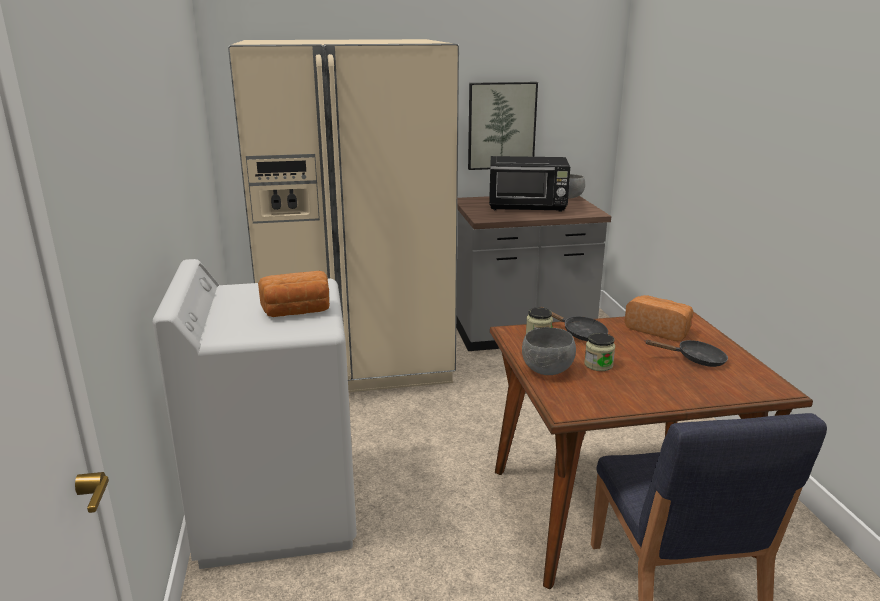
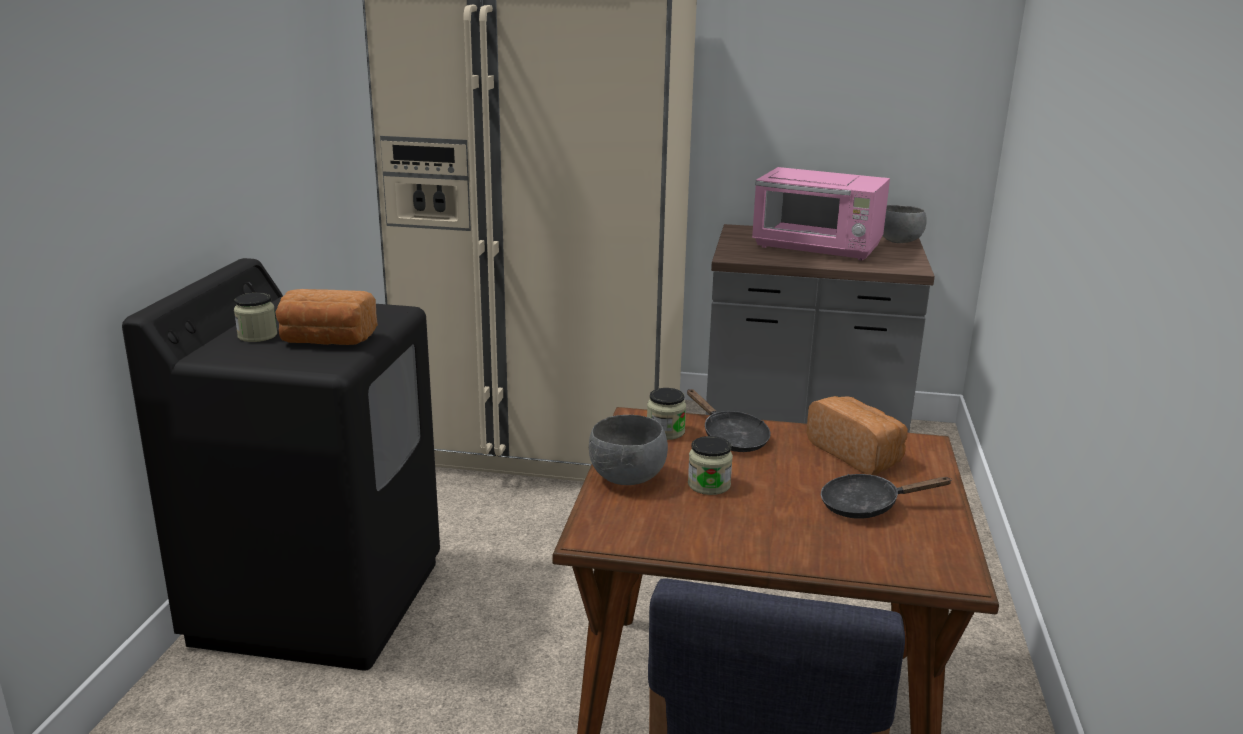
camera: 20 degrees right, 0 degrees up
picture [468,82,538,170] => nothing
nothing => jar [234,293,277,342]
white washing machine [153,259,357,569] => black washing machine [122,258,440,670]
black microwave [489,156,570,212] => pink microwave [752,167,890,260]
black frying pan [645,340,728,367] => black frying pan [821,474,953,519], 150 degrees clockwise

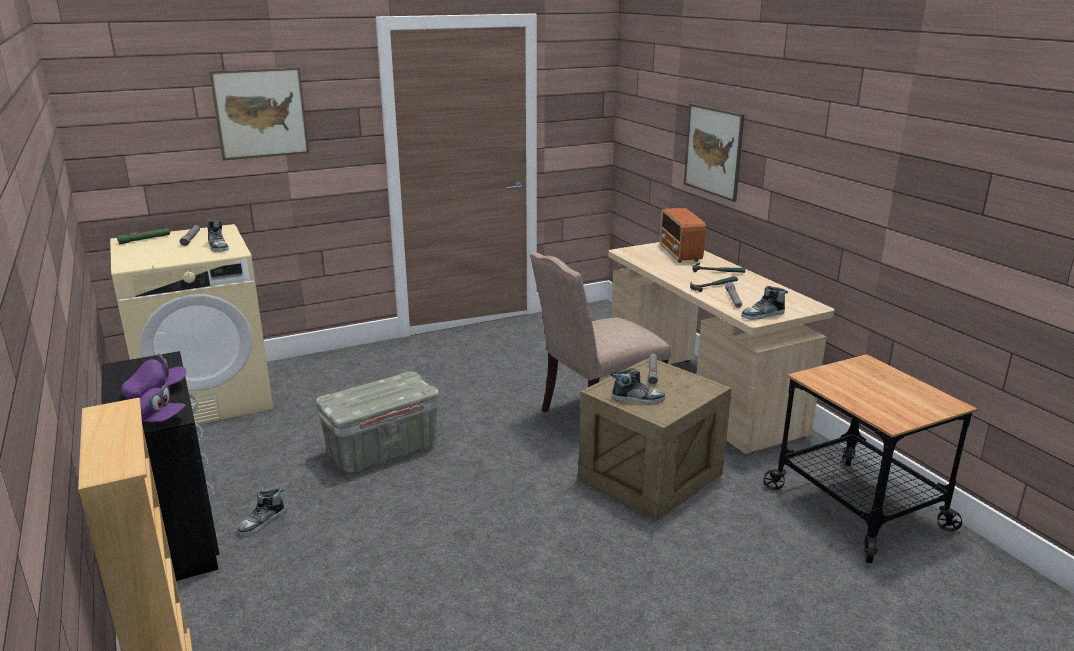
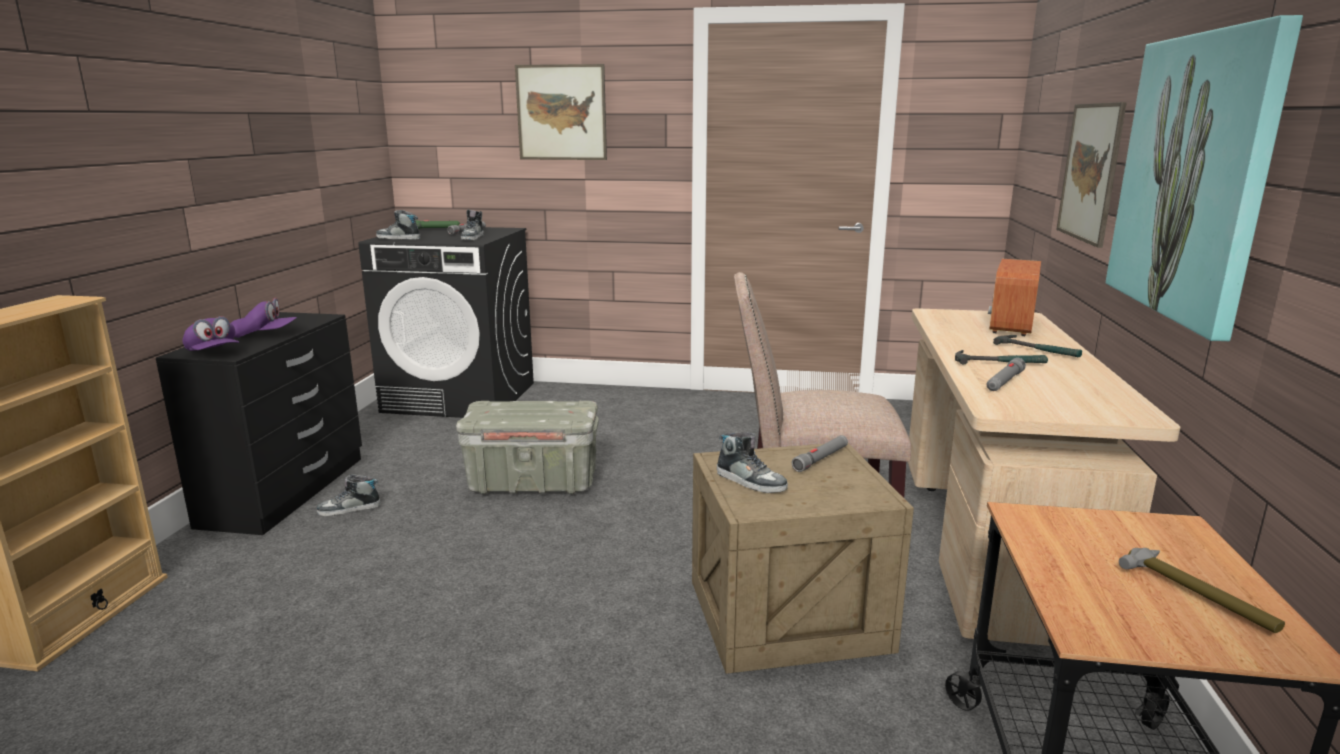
camera: 35 degrees right, 5 degrees down
nothing => picture [1106,15,1303,341]
nothing => hammer [1119,548,1285,633]
shoe [741,286,788,320] => shoe [376,210,420,240], moved
beige washing machine [110,224,273,425] => black washing machine [358,227,534,418]

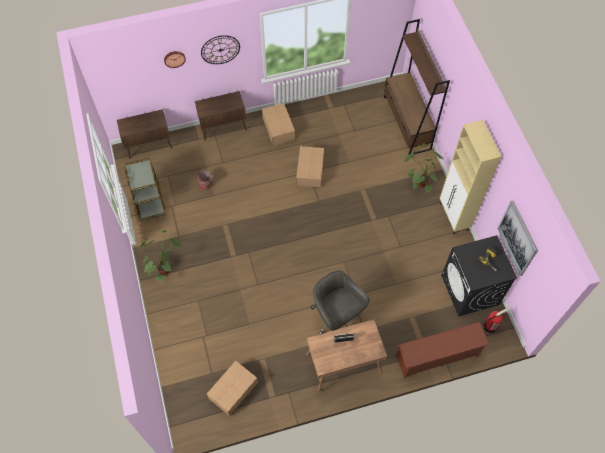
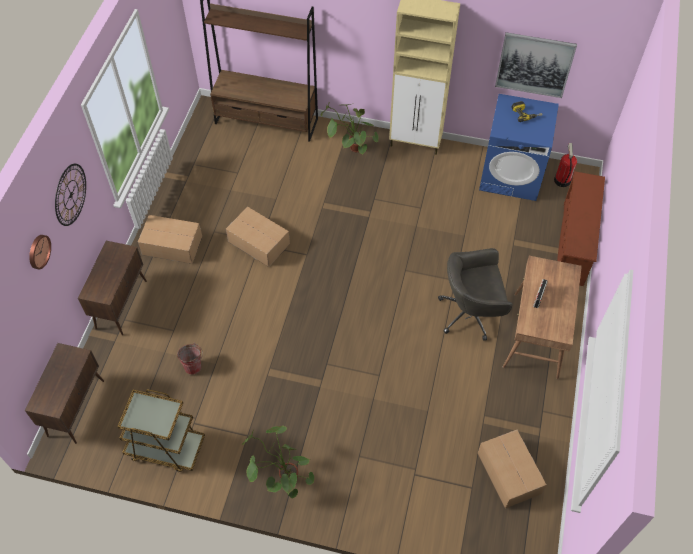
camera: 60 degrees left, 5 degrees down
black washing machine [441,235,517,316] => blue washing machine [479,94,559,201]

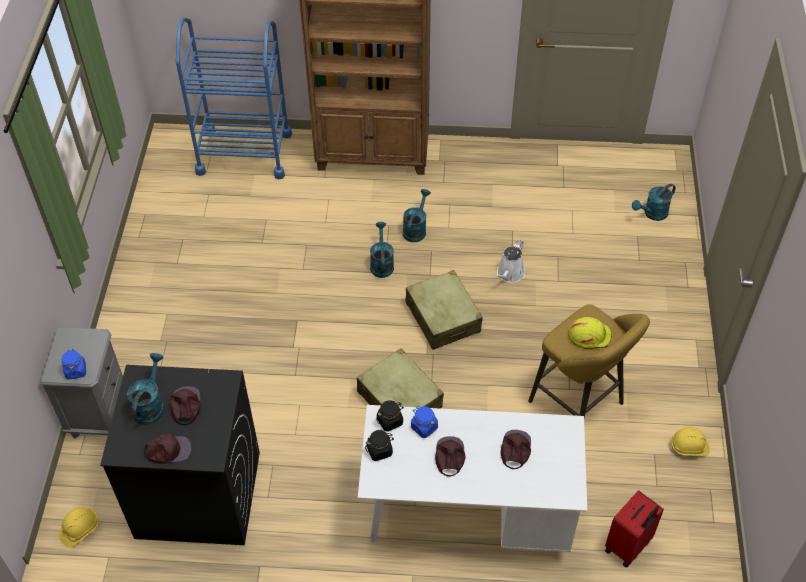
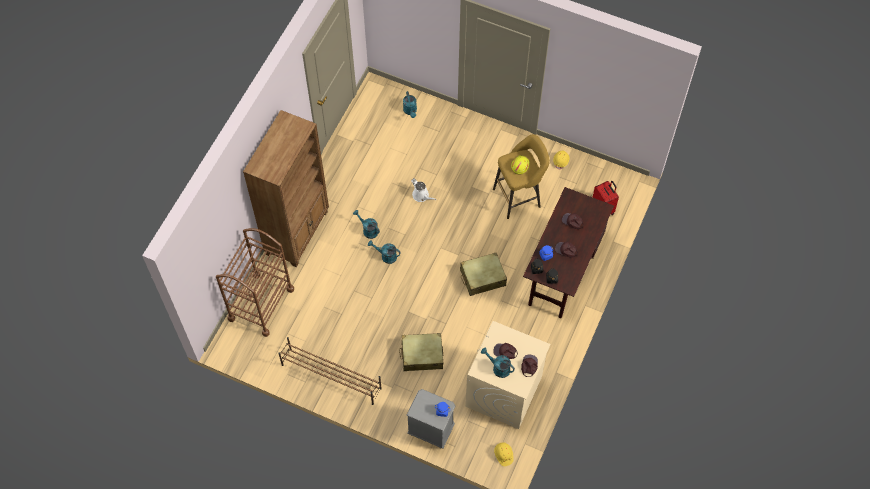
camera: 70 degrees left, 10 degrees up
nothing => brown shoe rack [278,337,382,405]
beige suitcase [406,270,483,350] => beige suitcase [399,333,443,371], moved
black washing machine [100,365,260,545] => beige washing machine [465,321,551,429]
blue cart [176,17,292,179] => brown cart [216,228,294,337]
white desk [358,405,587,552] => brown desk [523,187,614,318]

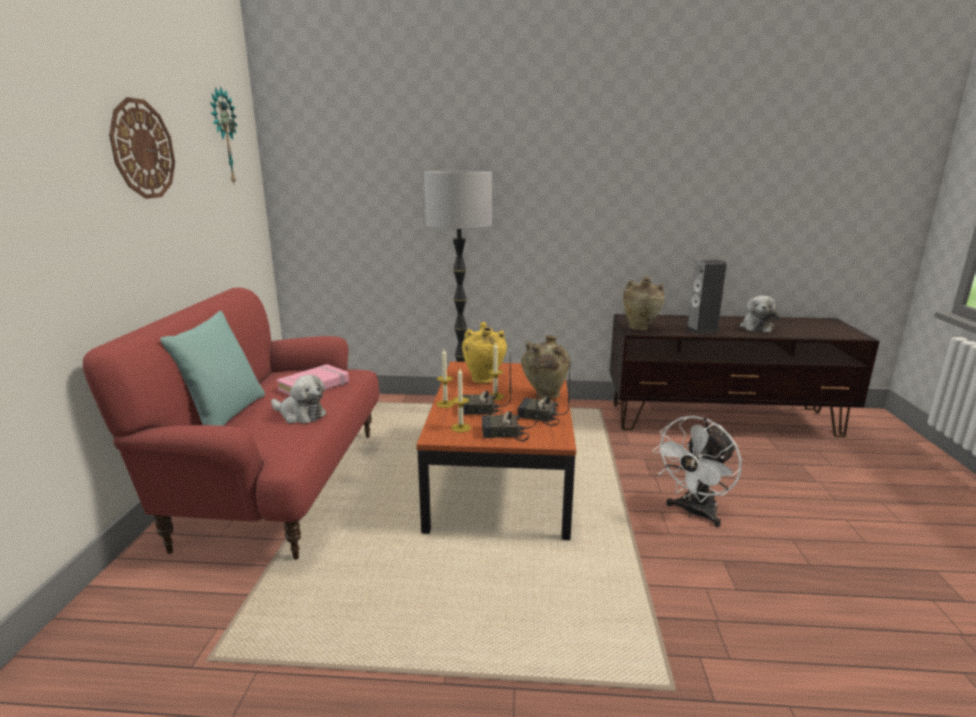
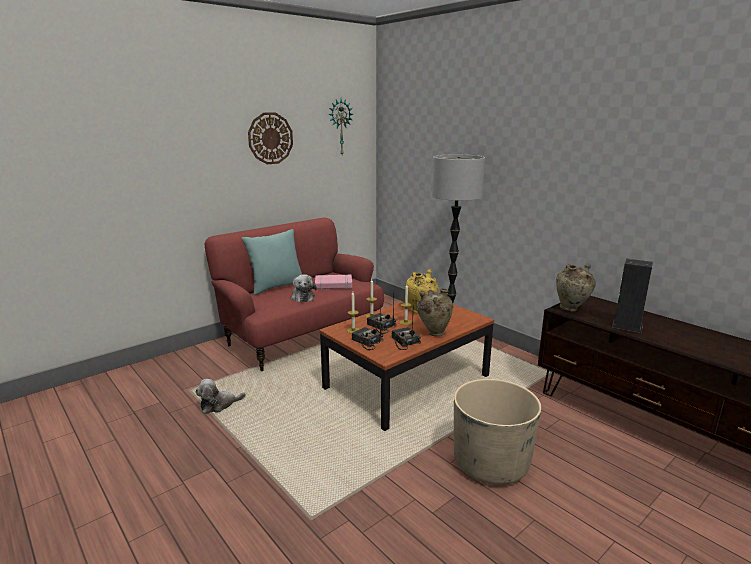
camera: 45 degrees right, 0 degrees up
plush toy [740,295,780,332] => plush toy [195,379,245,414], moved
white fan [652,416,742,527] => beige planter [454,379,541,485]

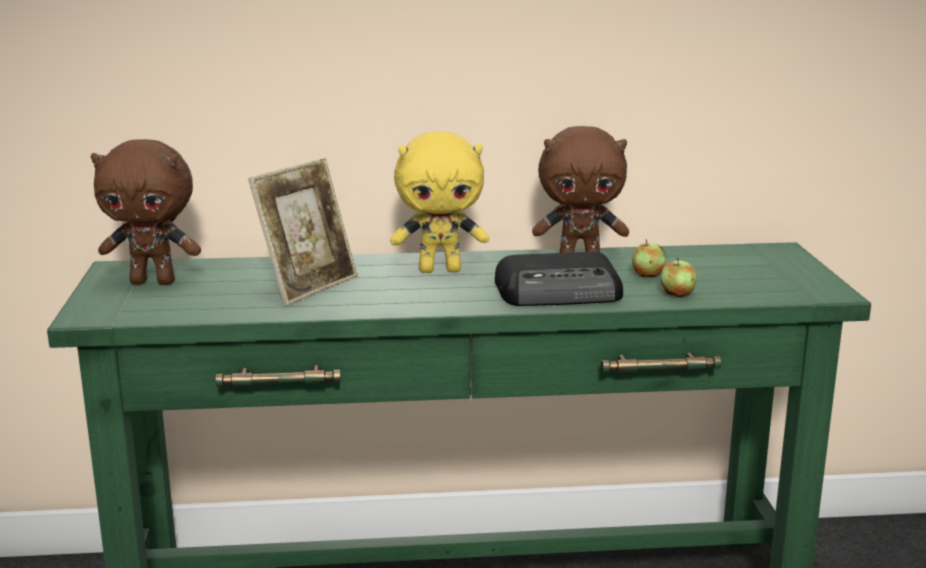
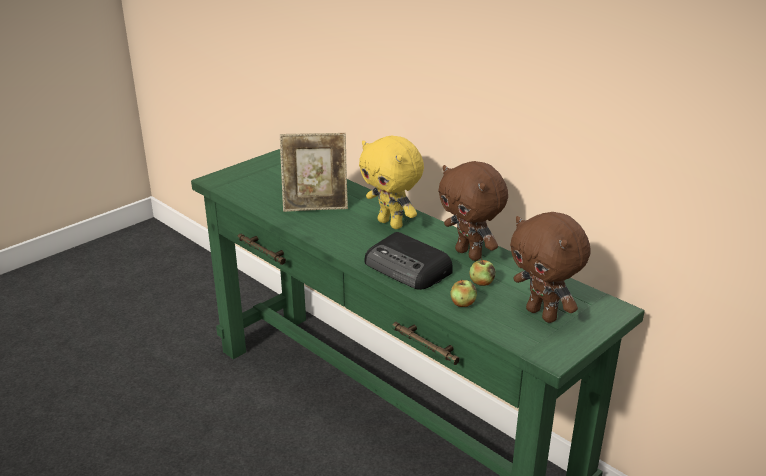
camera: 50 degrees right, 10 degrees up
brown plush toy [91,139,201,285] => brown plush toy [510,212,591,323], moved

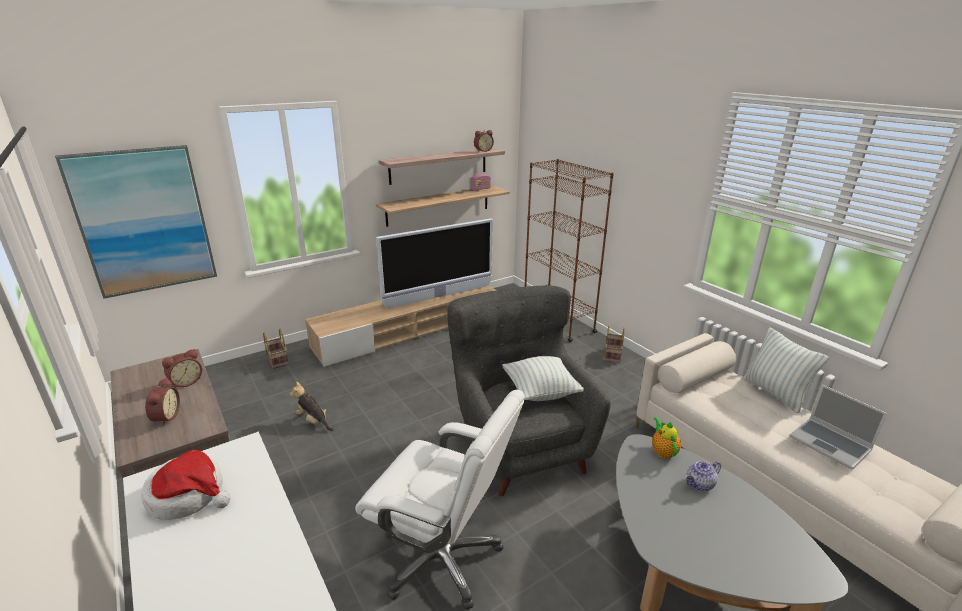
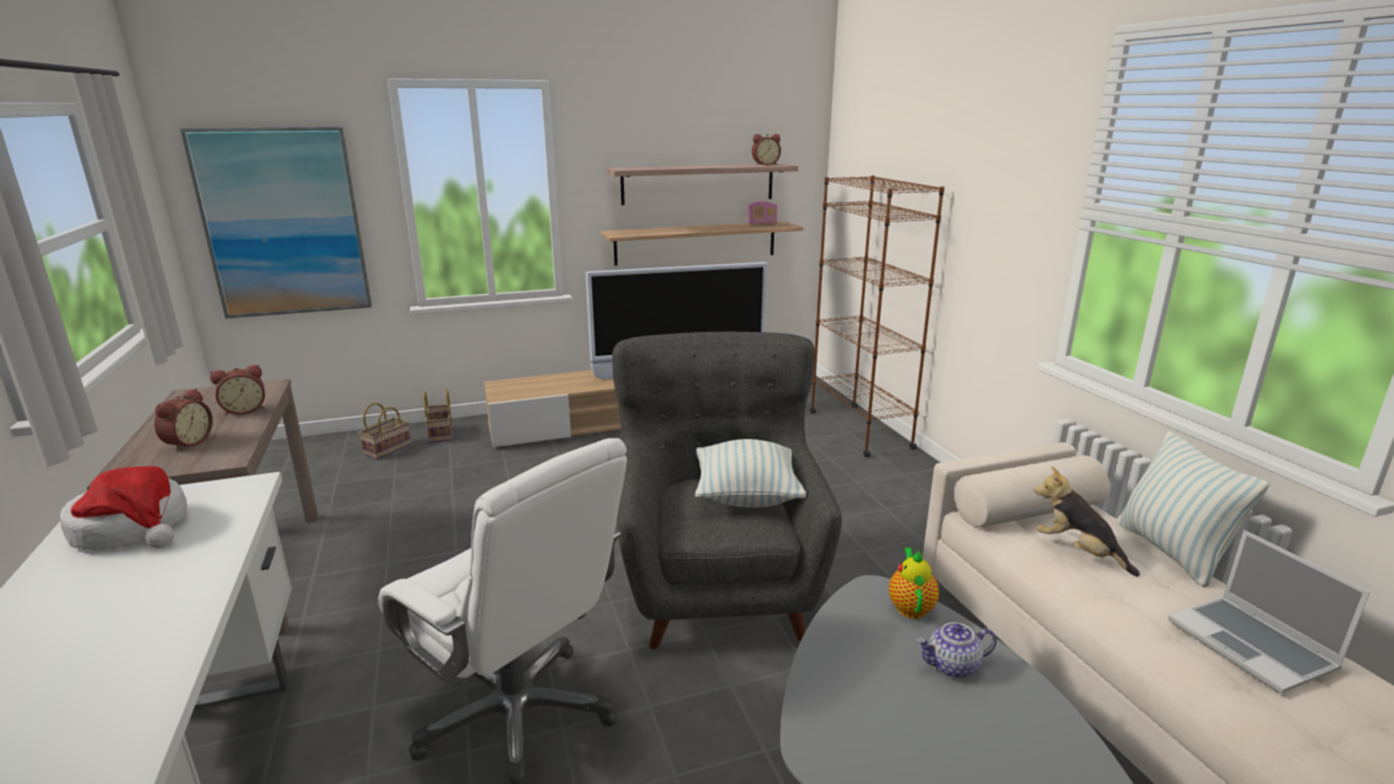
camera: 15 degrees right, 5 degrees down
plush toy [290,382,334,431] => plush toy [1034,466,1140,577], moved
basket [604,325,625,363] => basket [358,403,411,459], moved

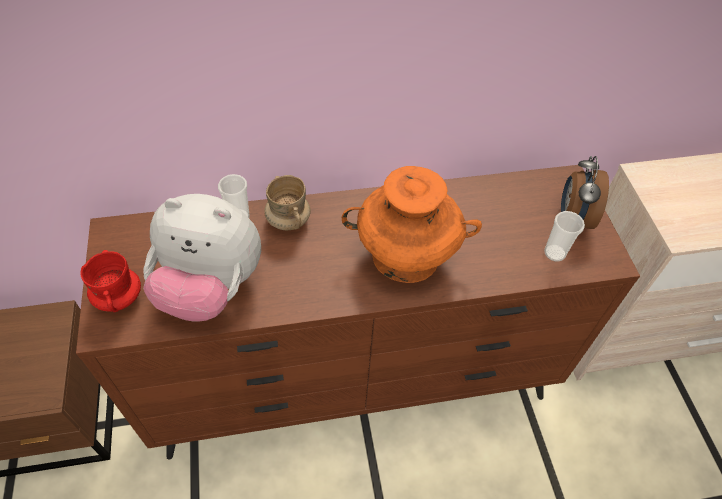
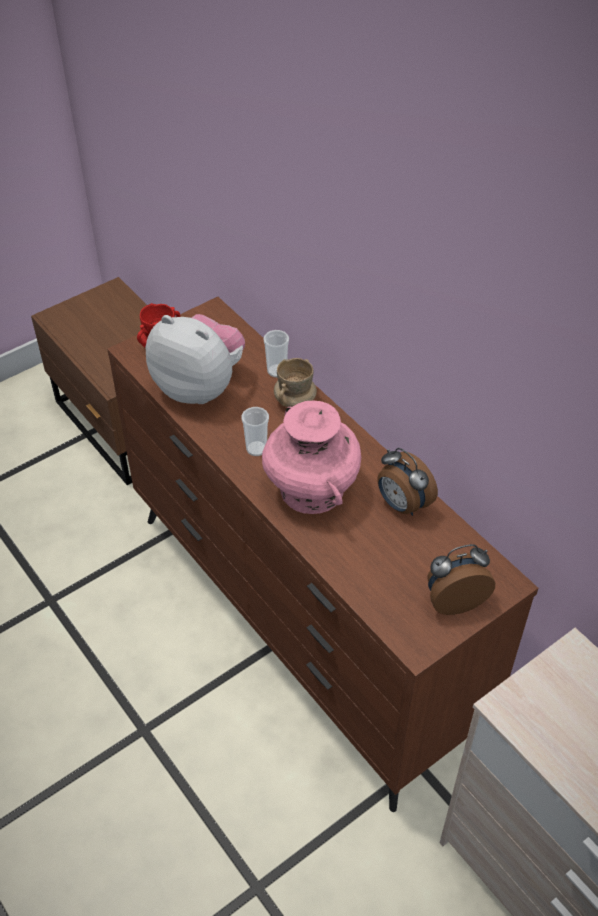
camera: 65 degrees right, 5 degrees down
nothing => alarm clock [377,448,438,516]
cup [544,211,585,262] => cup [241,407,269,456], moved
orange vase [342,166,482,283] => pink vase [262,401,361,514]
plush toy [143,194,261,321] => plush toy [146,314,245,404], 135 degrees clockwise

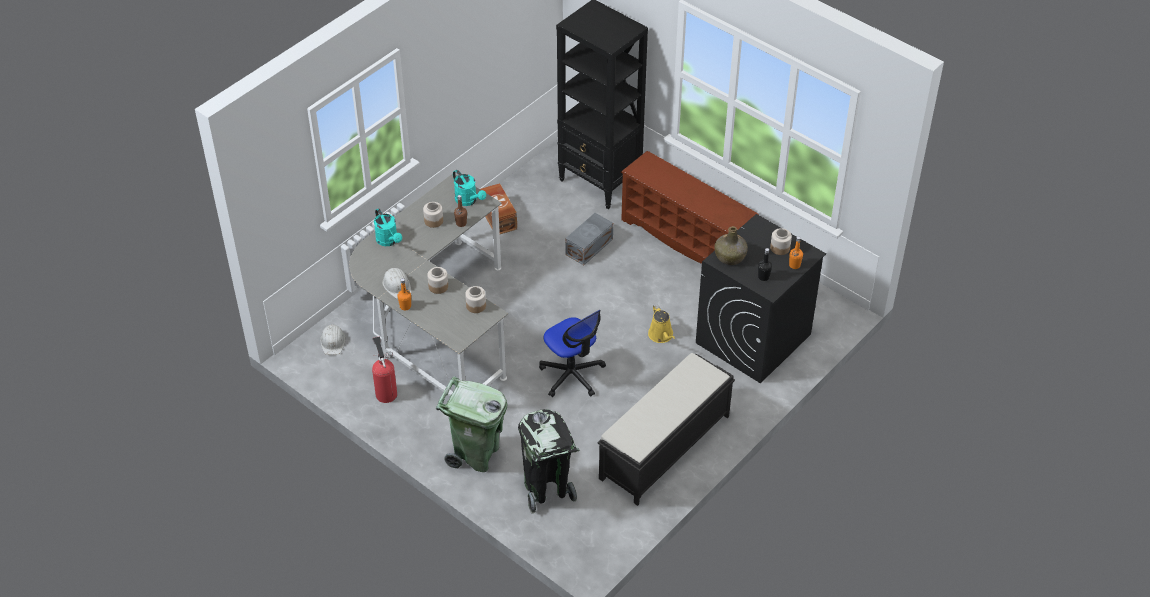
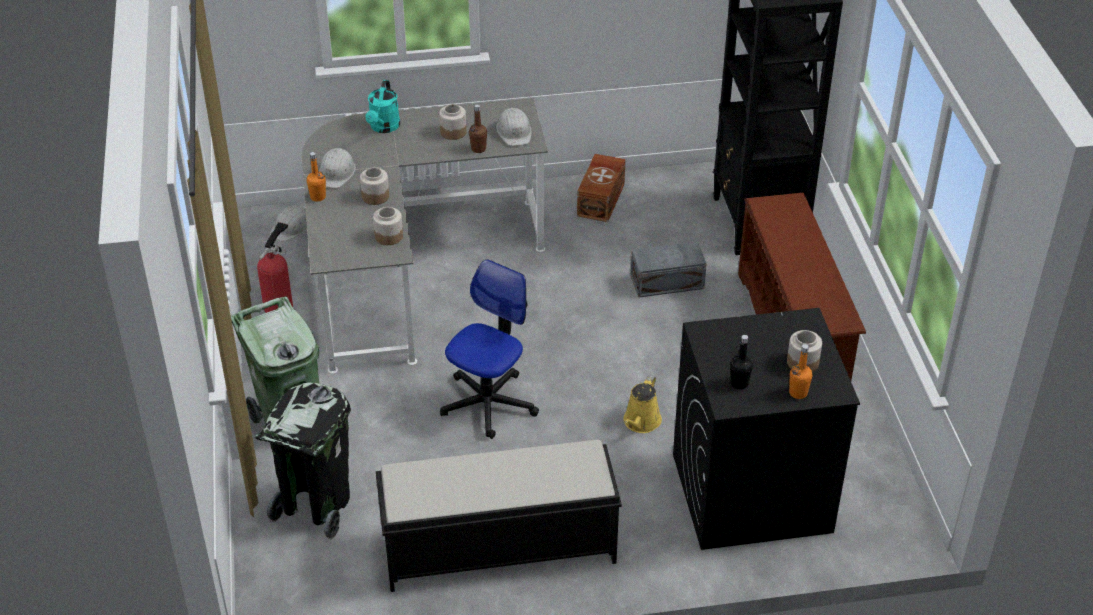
camera: 40 degrees right, 5 degrees down
green bottle [715,226,748,265] => nothing
turquoise watering can [453,170,486,206] => white hard hat [496,108,532,146]
office chair [539,310,606,397] => office chair [440,259,539,439], 150 degrees counterclockwise

